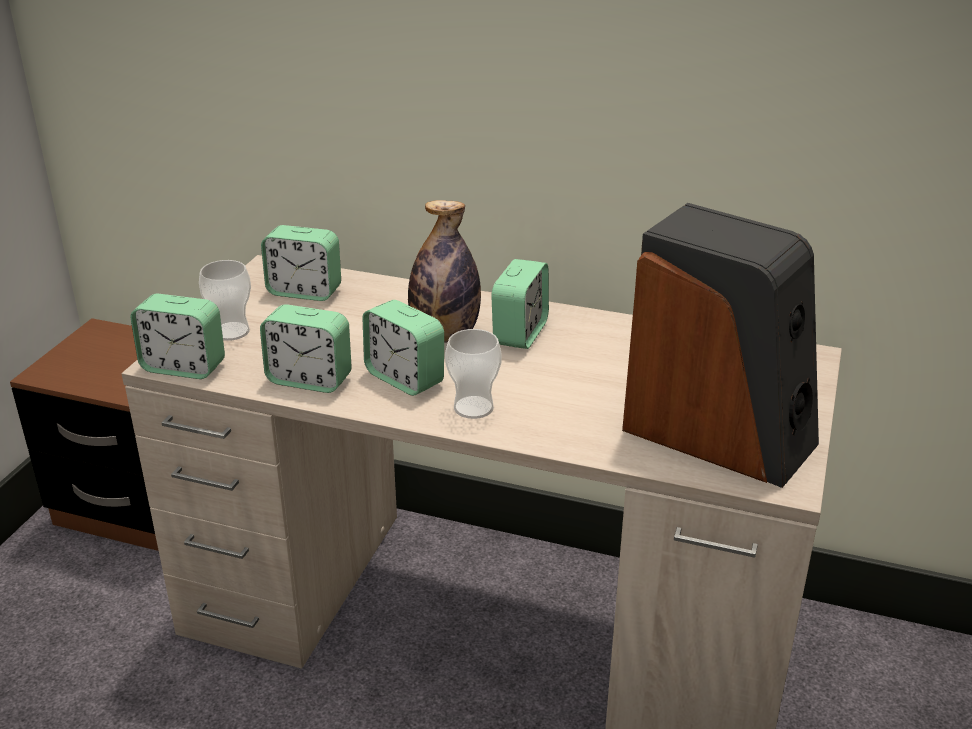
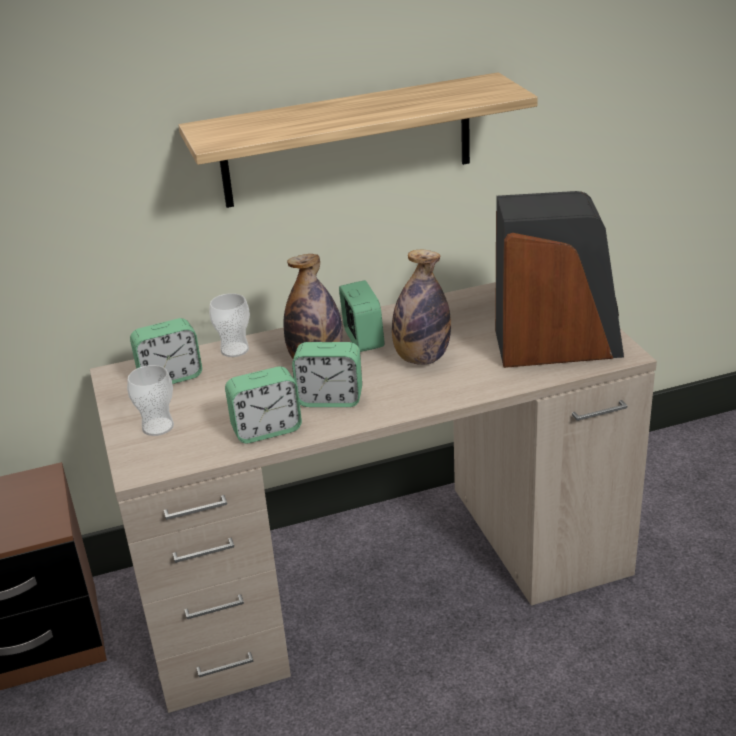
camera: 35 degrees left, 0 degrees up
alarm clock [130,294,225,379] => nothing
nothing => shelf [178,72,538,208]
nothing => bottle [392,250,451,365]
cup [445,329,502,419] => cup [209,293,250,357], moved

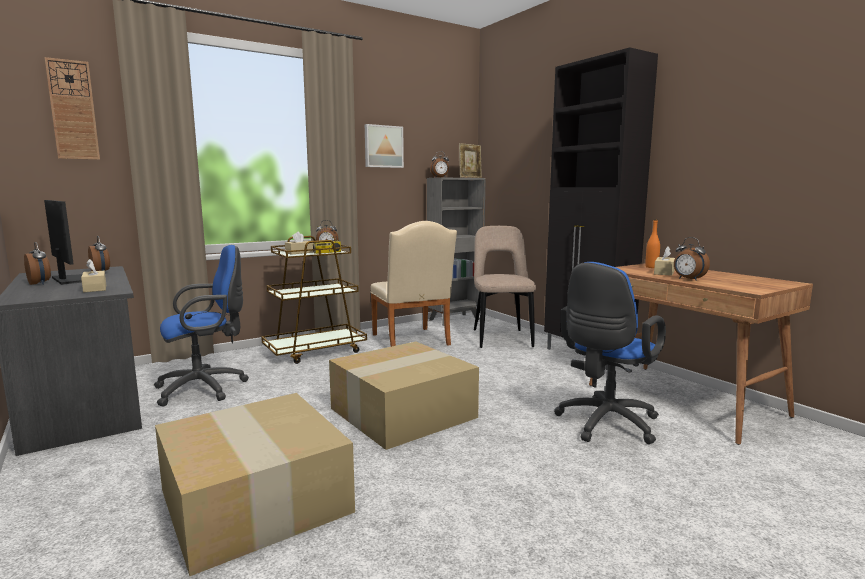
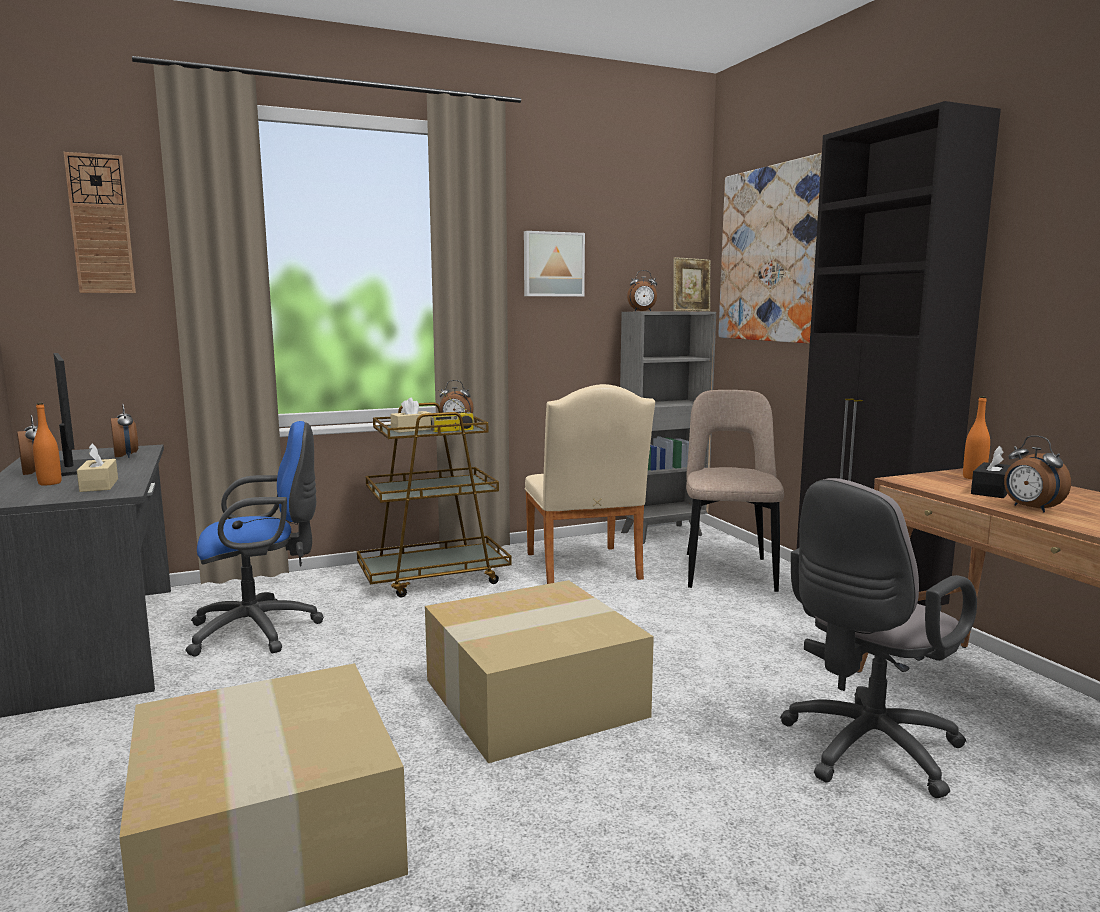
camera: 10 degrees right, 0 degrees up
nothing => orange bottle [33,403,61,485]
nothing => picture [718,153,822,344]
blue office chair [554,262,666,444] => grey office chair [780,478,977,798]
beige tissue box [654,247,675,276] => black tissue box [971,446,1011,498]

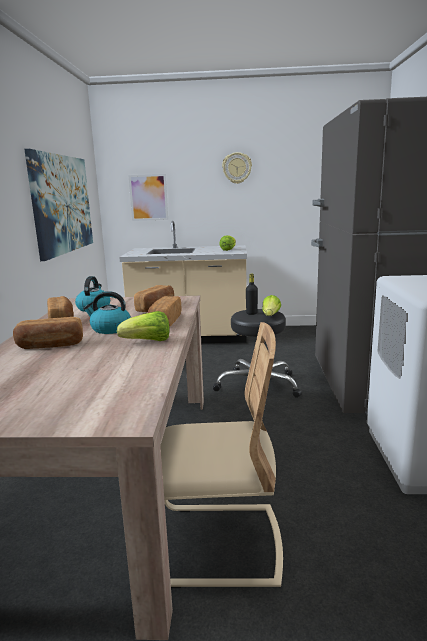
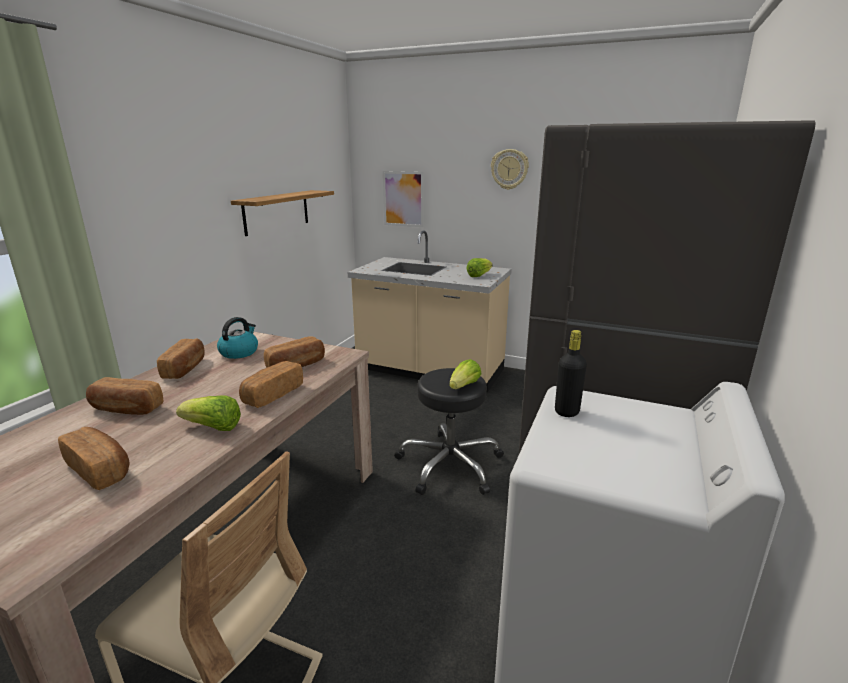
camera: 20 degrees right, 5 degrees up
kettle [83,291,131,334] => nothing
nothing => bread [58,427,130,490]
black bottle [246,274,258,315] => black bottle [555,330,587,417], moved
picture [24,149,93,261] => shelf [231,190,334,236]

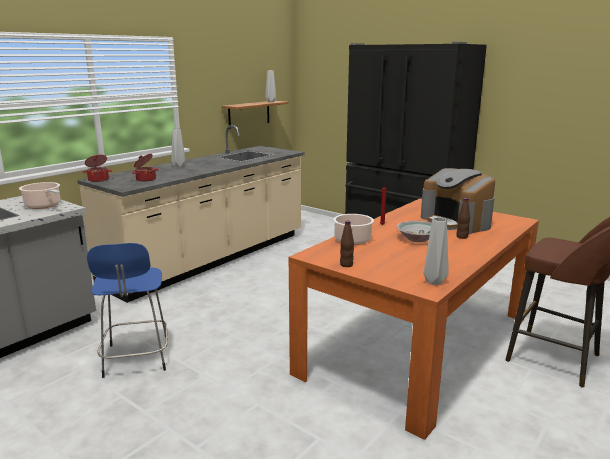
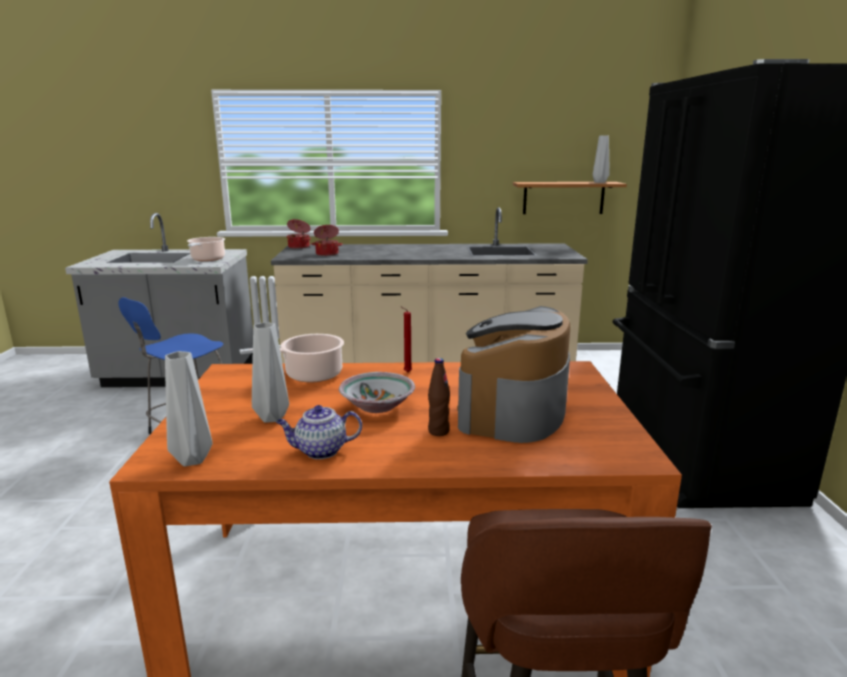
camera: 50 degrees right, 0 degrees up
brown bottle [340,221,354,267] => nothing
nothing => teapot [276,405,362,459]
grey vase [171,128,185,167] => grey vase [252,322,289,423], moved

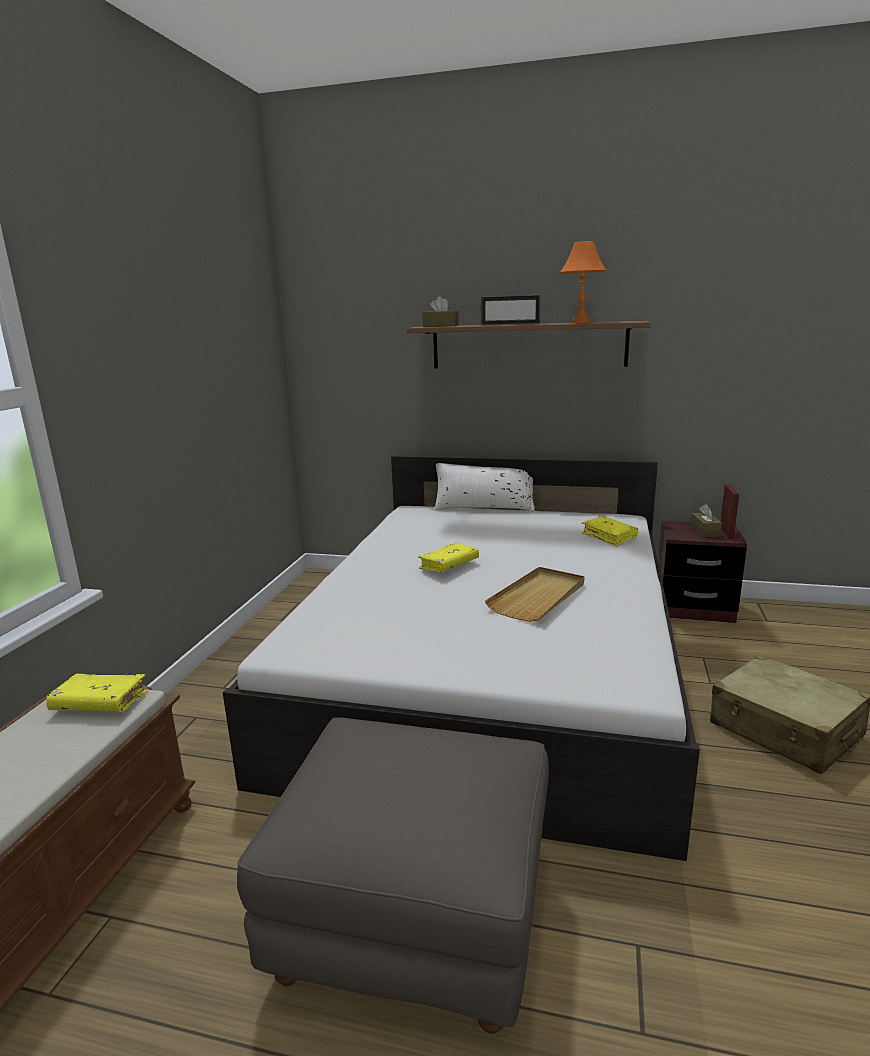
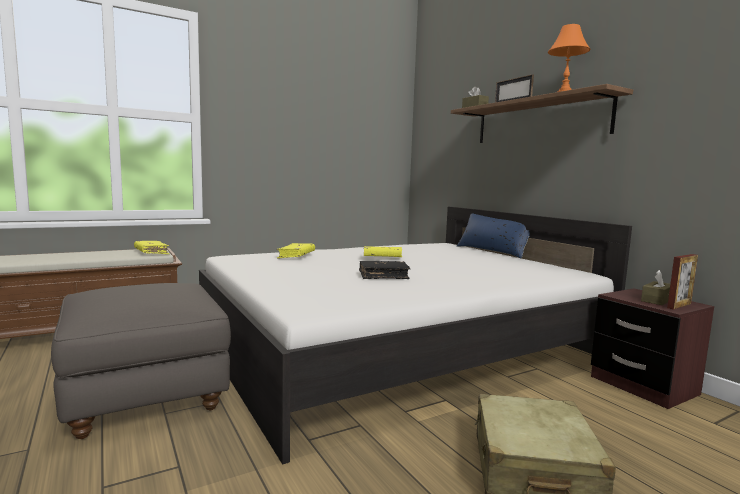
camera: 45 degrees right, 10 degrees down
yellow book [582,516,638,546] => yellow book [277,243,315,258], moved
beige tray [485,567,584,622] => black book [359,261,410,279]
white pillow [434,463,535,512] => blue pillow [457,213,530,258]

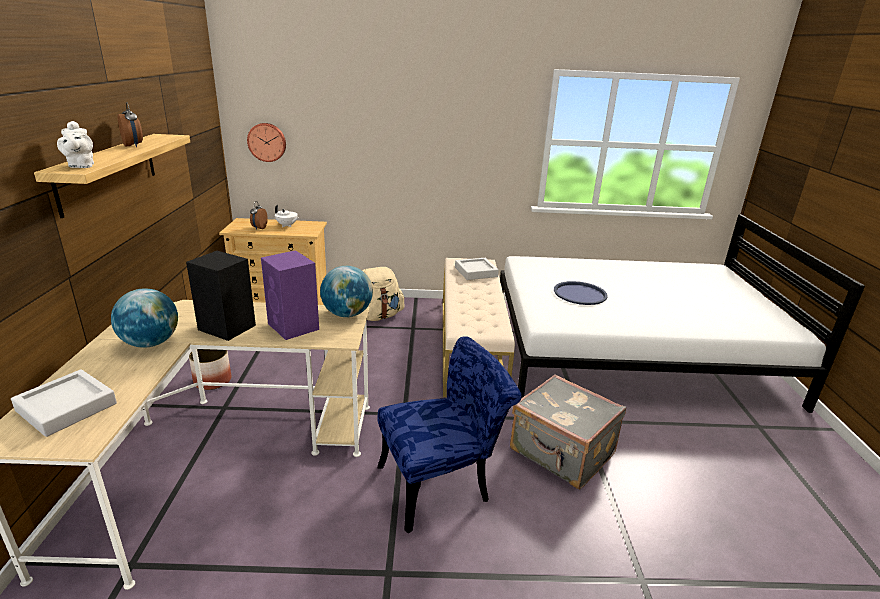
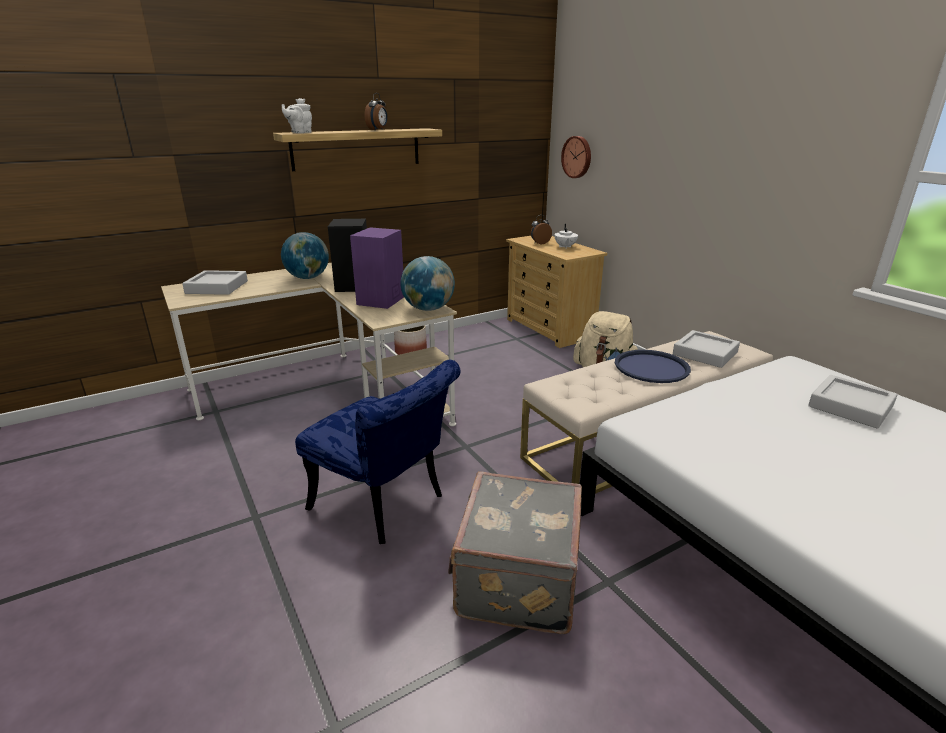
camera: 60 degrees right, 0 degrees up
nothing => grey tray [808,375,898,429]
blue tray [554,281,608,305] => blue tray [615,350,691,383], moved

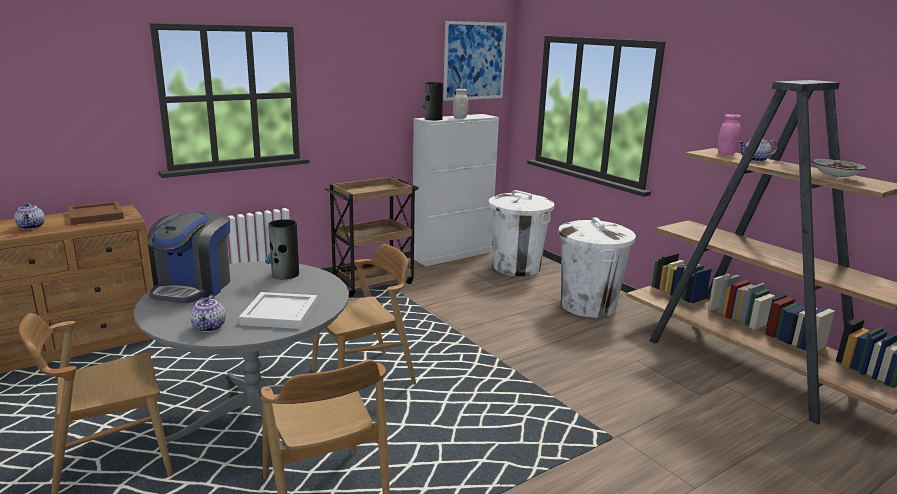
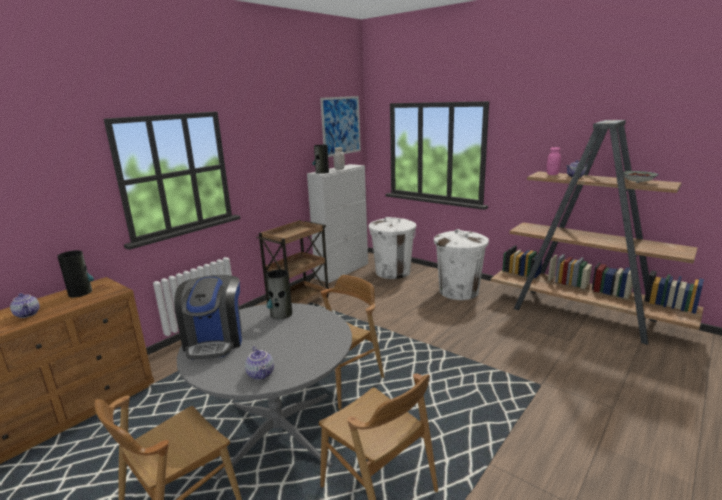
camera: 15 degrees left, 0 degrees up
white tray [239,292,318,329] => nothing
brown tray [68,201,124,225] => vase [57,250,94,297]

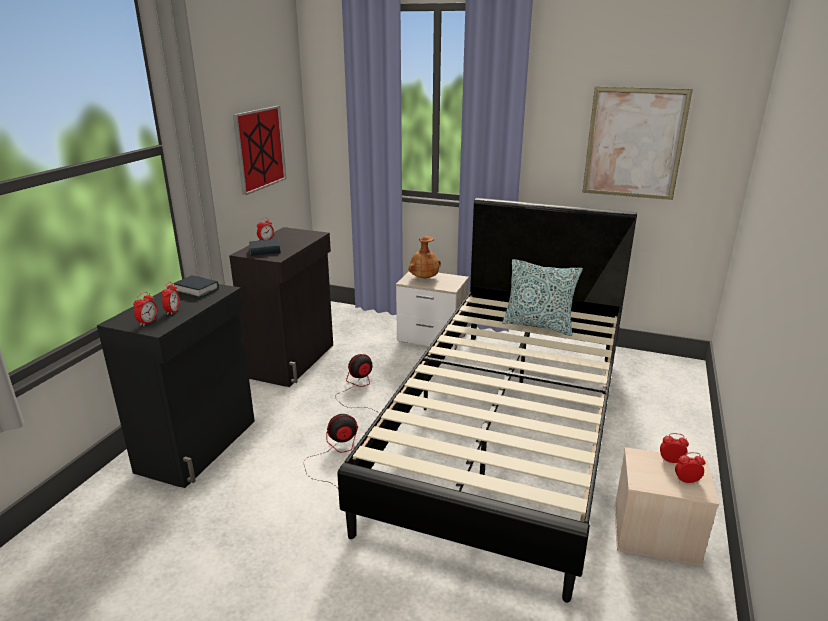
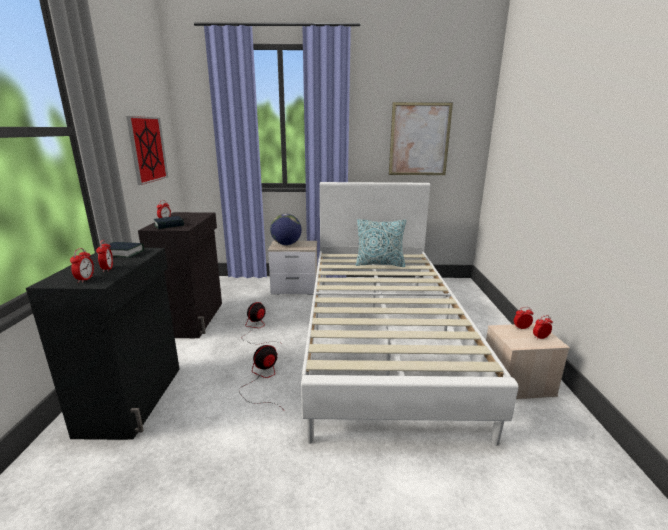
camera: 20 degrees left, 5 degrees down
brown vase [408,236,441,279] => globe [270,214,302,245]
black bed [337,198,637,603] => white bed [301,182,518,446]

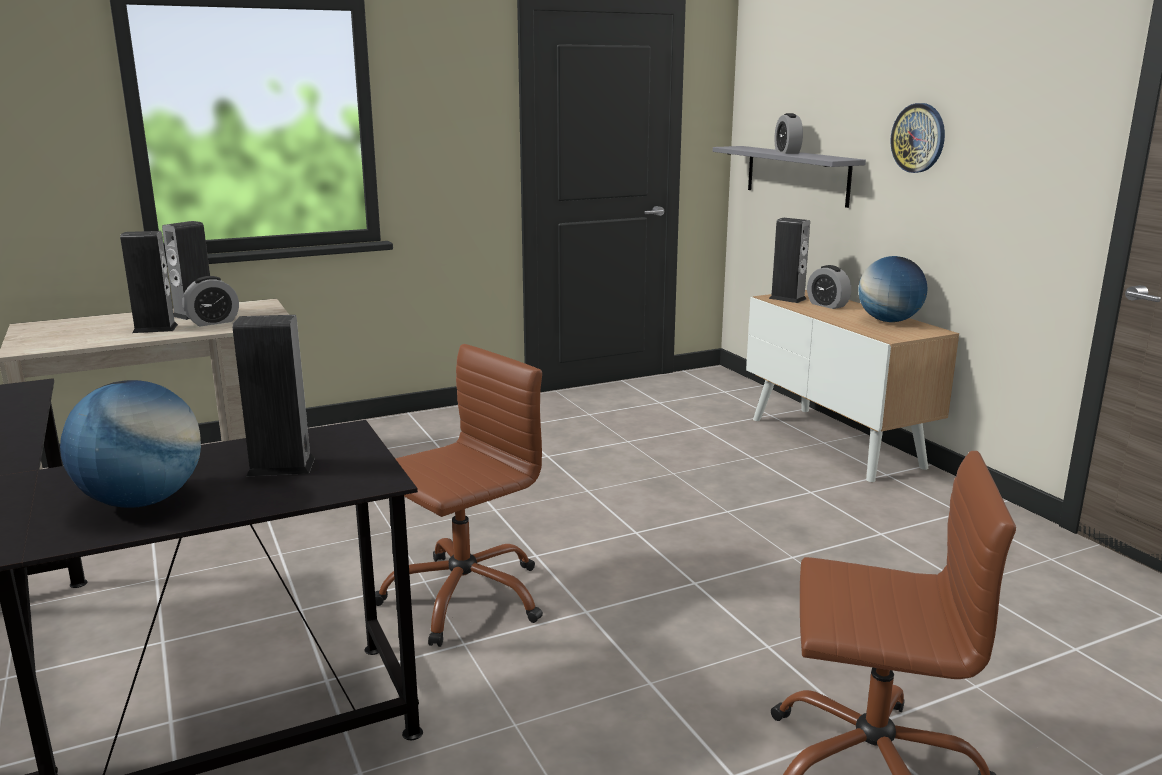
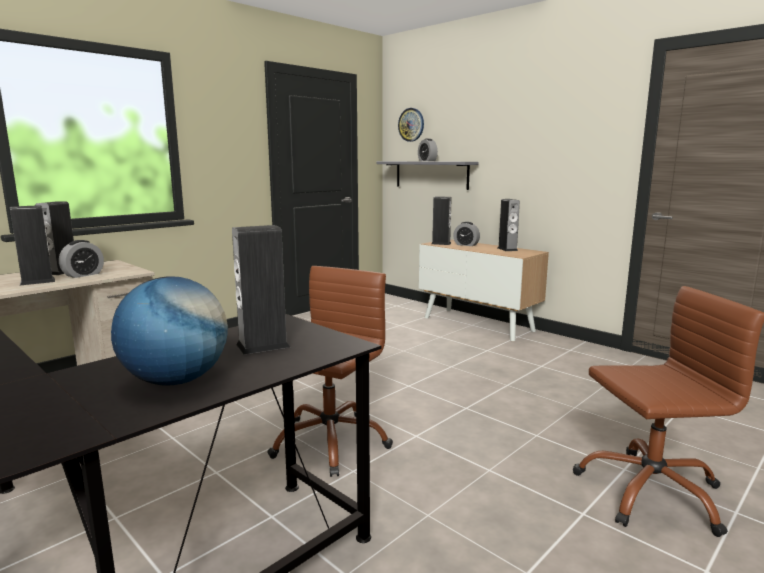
camera: 20 degrees left, 5 degrees down
wall clock [890,103,945,173] => wall clock [398,108,424,142], moved
globe [859,256,927,322] => speaker [498,199,520,251]

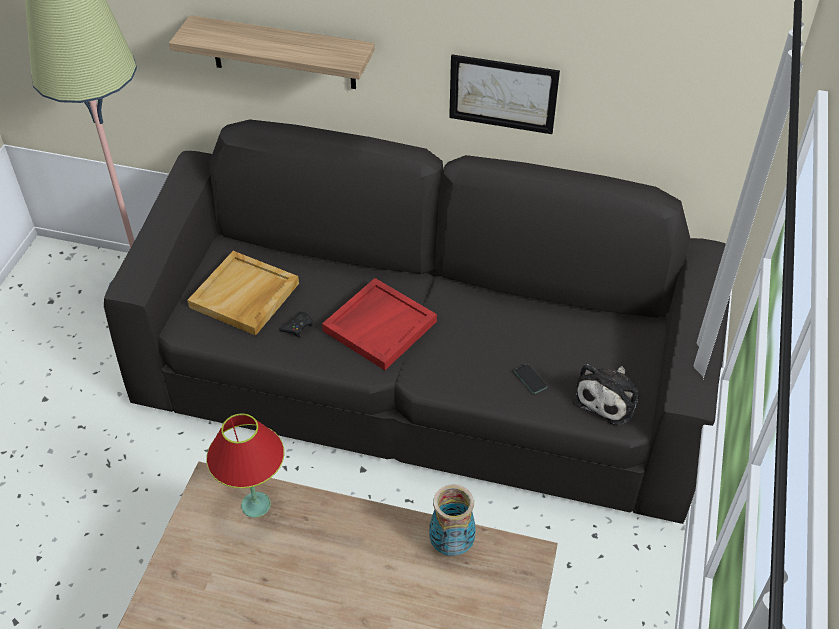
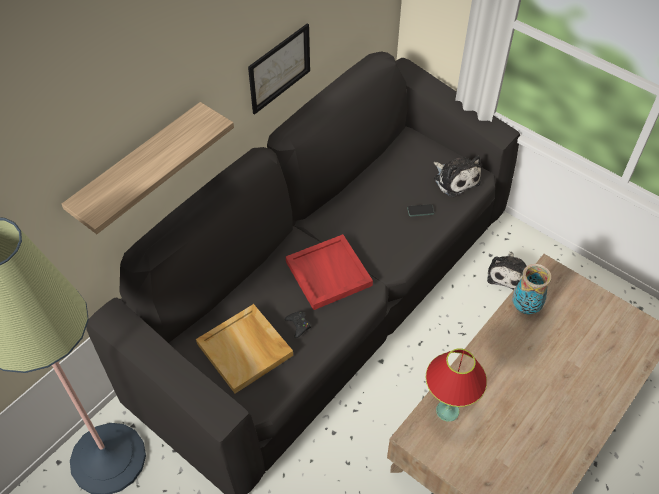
camera: 65 degrees left, 5 degrees up
nothing => plush toy [487,251,527,290]

